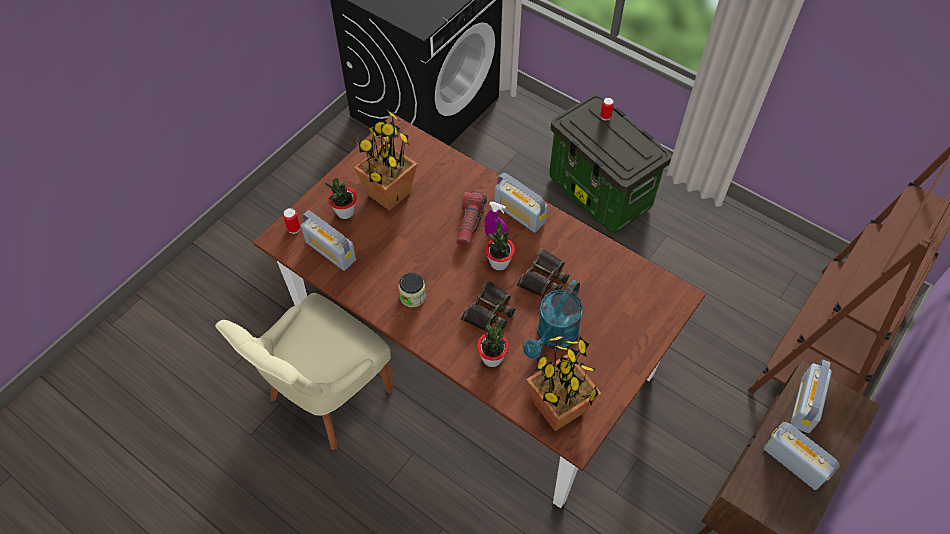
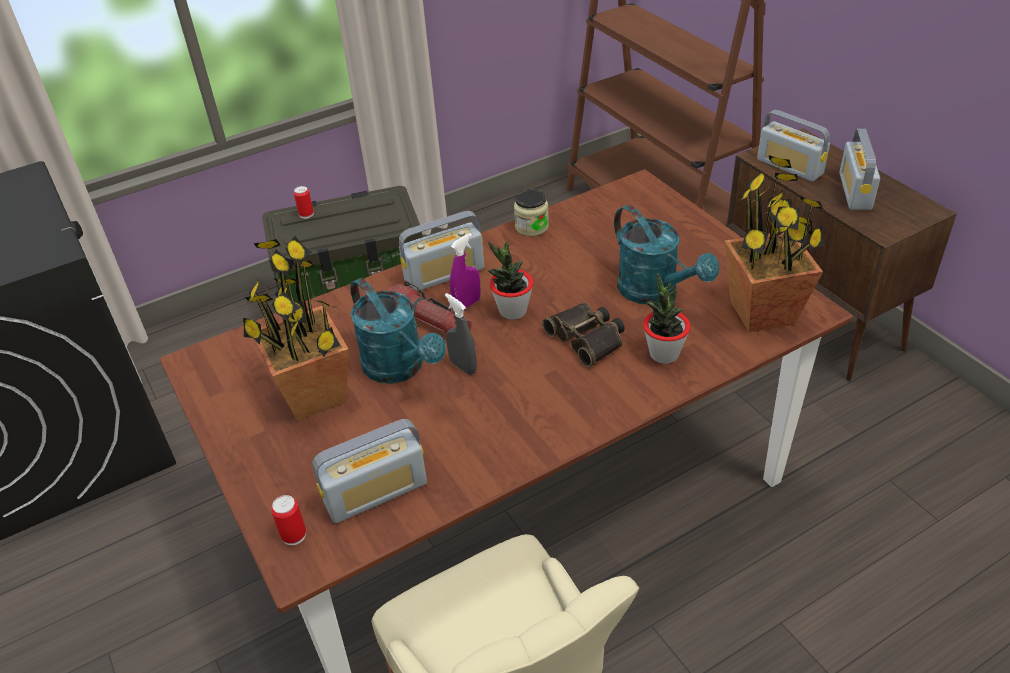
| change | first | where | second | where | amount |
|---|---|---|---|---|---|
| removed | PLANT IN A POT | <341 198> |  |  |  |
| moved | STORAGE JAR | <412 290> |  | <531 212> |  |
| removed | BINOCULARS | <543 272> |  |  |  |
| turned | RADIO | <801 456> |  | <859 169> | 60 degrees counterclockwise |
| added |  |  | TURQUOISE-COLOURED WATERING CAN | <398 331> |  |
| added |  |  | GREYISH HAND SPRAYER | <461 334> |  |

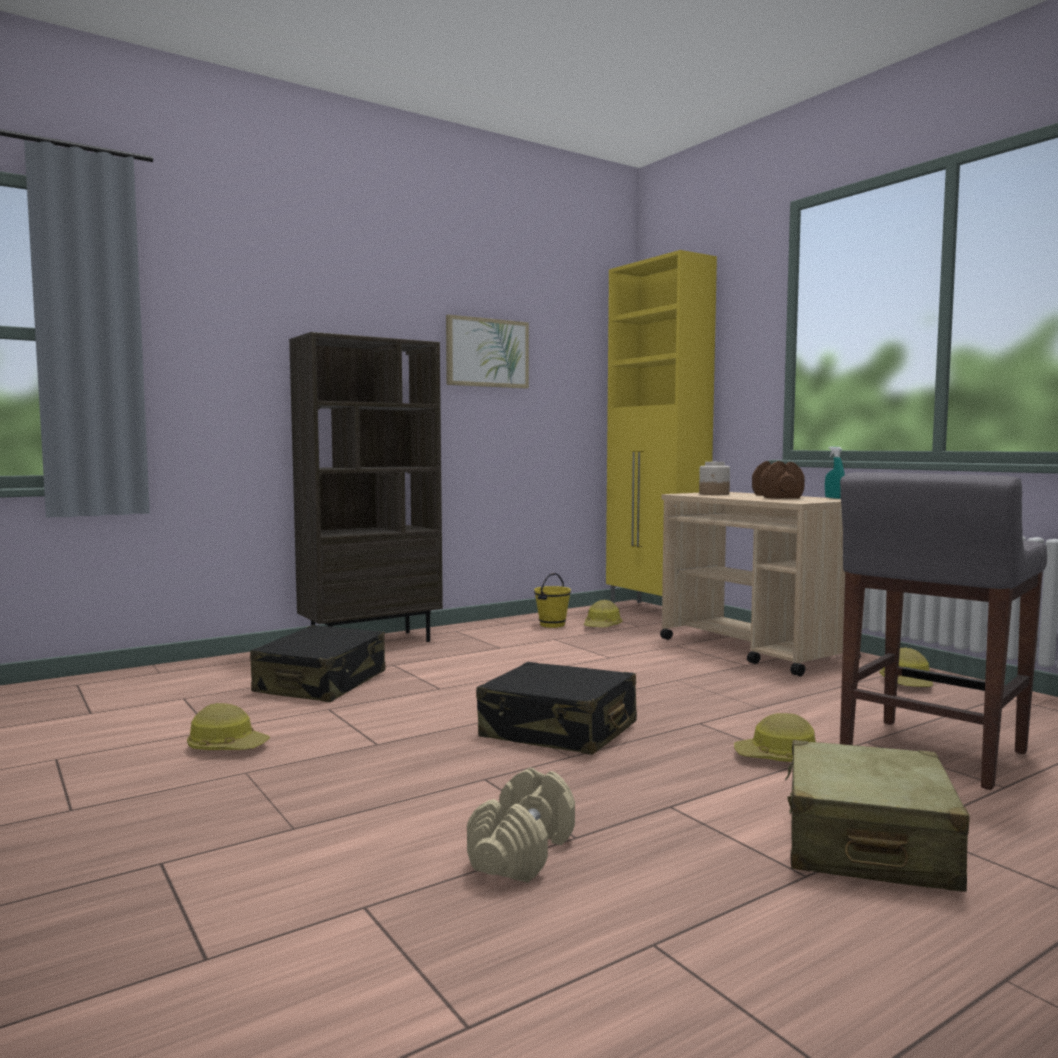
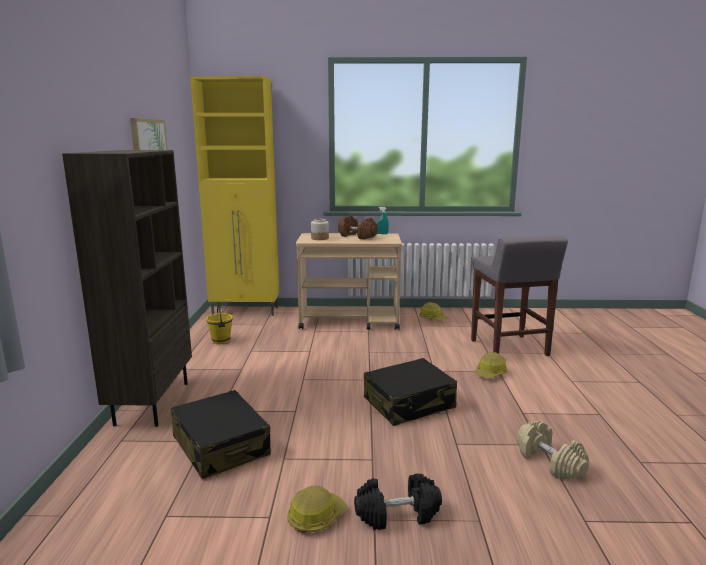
| change | first | where | second | where | amount |
|---|---|---|---|---|---|
| removed | SAFETY HELMET | <603 613> |  |  |  |
| removed | BEIGE SUITCASE | <877 816> |  |  |  |
| added |  |  | BLACK DUMBBELL | <398 502> |  |

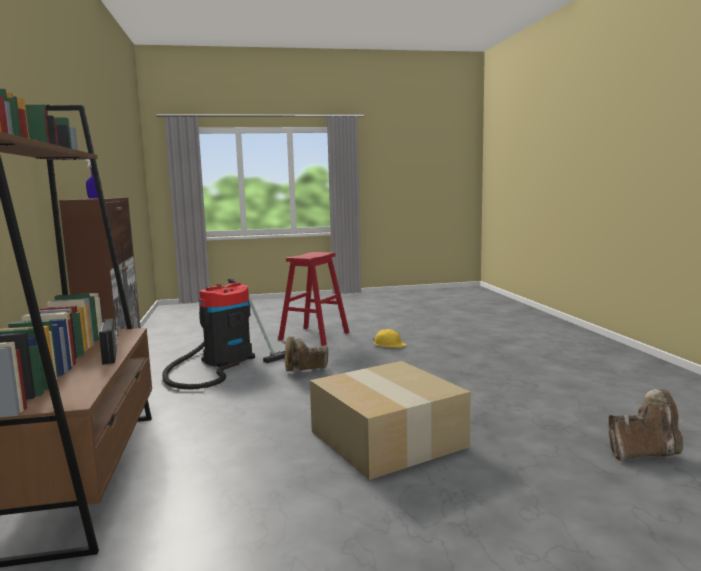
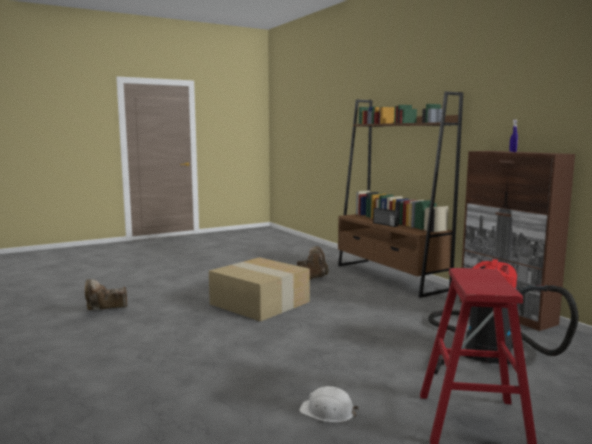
| change | first | where | second | where | amount |
|---|---|---|---|---|---|
| moved | BROWN BOOT | <306 353> |  | <312 263> |  |
| recoloured | YELLOW-COLOURED SAFETY HELMET | <390 338> | WHITE-COLOURED SAFETY HELMET | <329 404> |  |

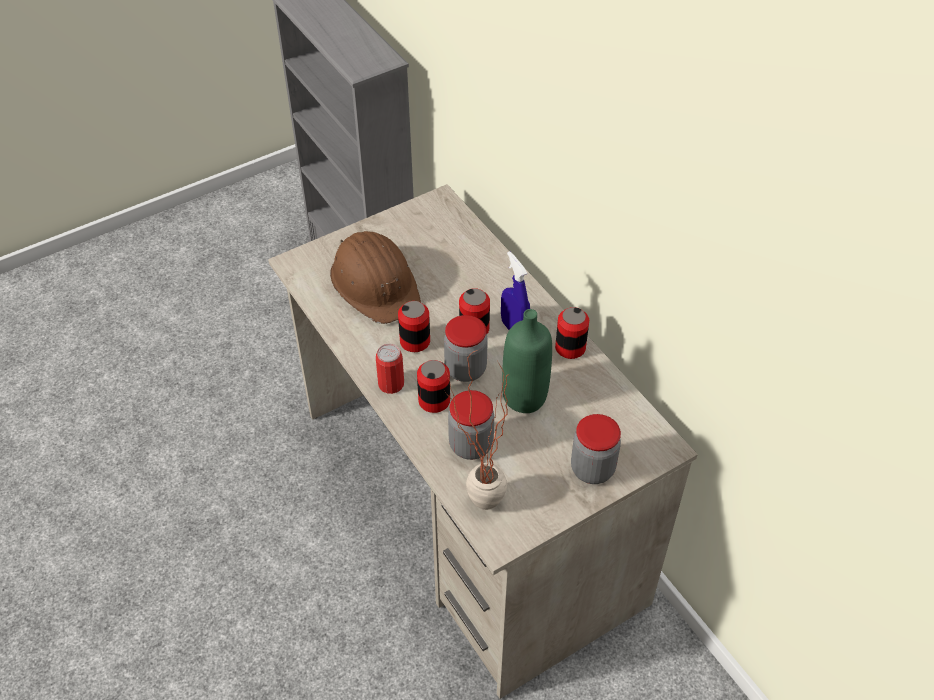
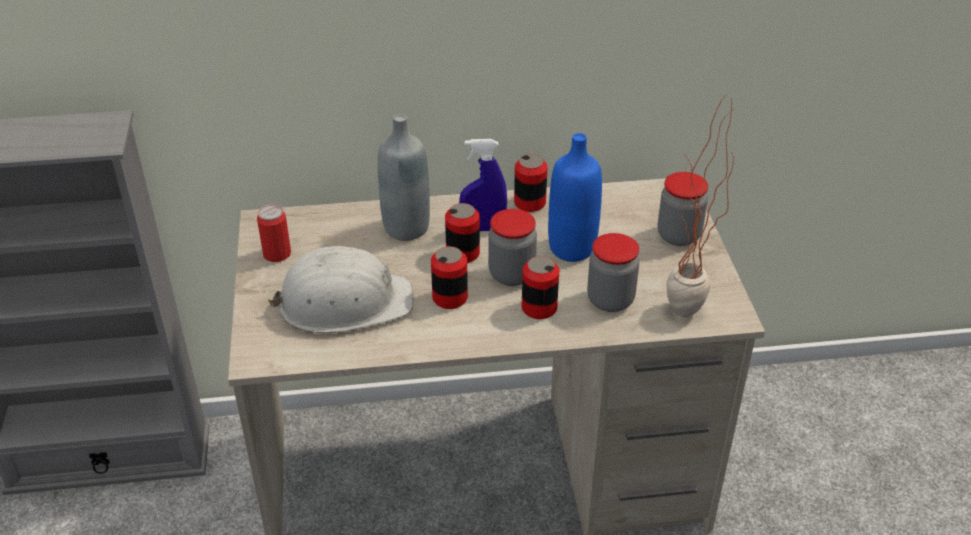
| change | first | where | second | where | amount |
|---|---|---|---|---|---|
| recoloured | BROWN SAFETY HELMET | <375 277> | WHITE-COLOURED SAFETY HELMET | <341 289> |  |
| moved | SEALED CAN | <390 369> |  | <274 233> |  |
| recoloured | GREEN-COLOURED BOTTLE | <527 361> | BLUE-COLOURED BOTTLE | <575 197> |  |
| added |  |  | GREYISH BOTTLE | <404 177> |  |

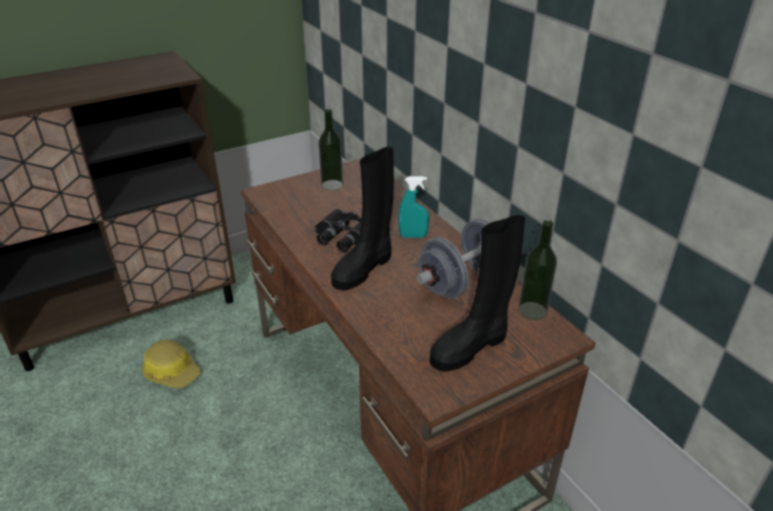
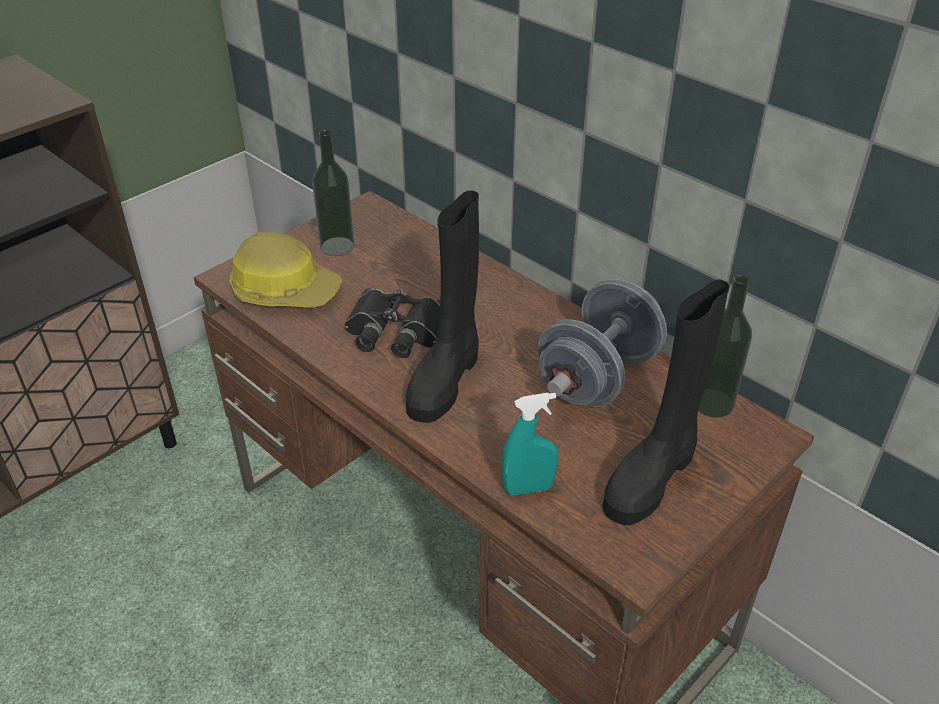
| change | first | where | second | where | amount |
|---|---|---|---|---|---|
| moved | SAFETY HELMET | <171 364> |  | <286 269> |  |
| moved | TURQUOISE-COLOURED HAND SPRAYER | <414 207> |  | <529 444> |  |

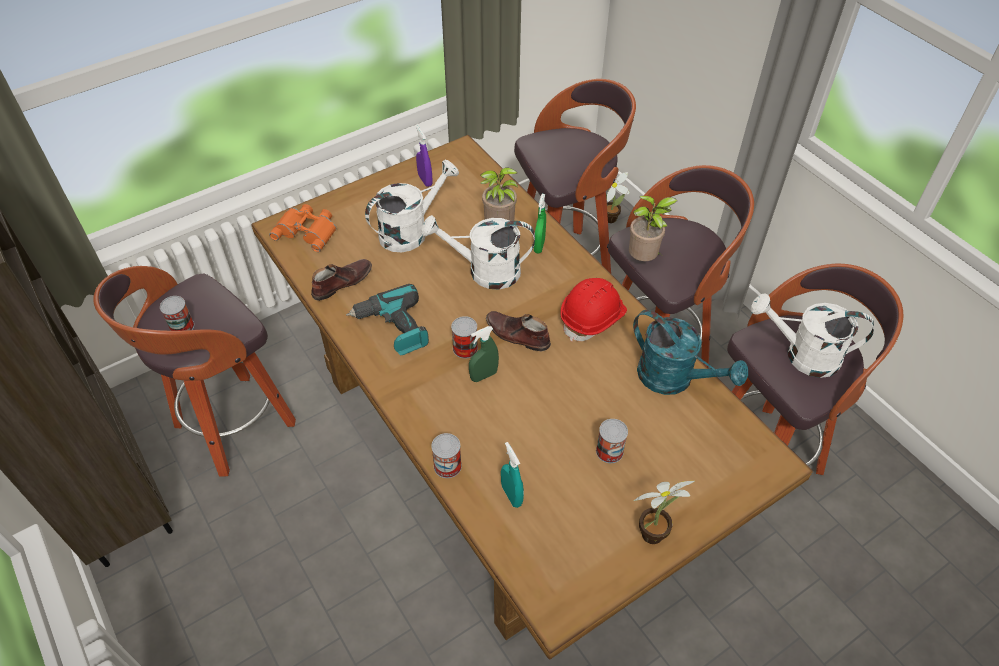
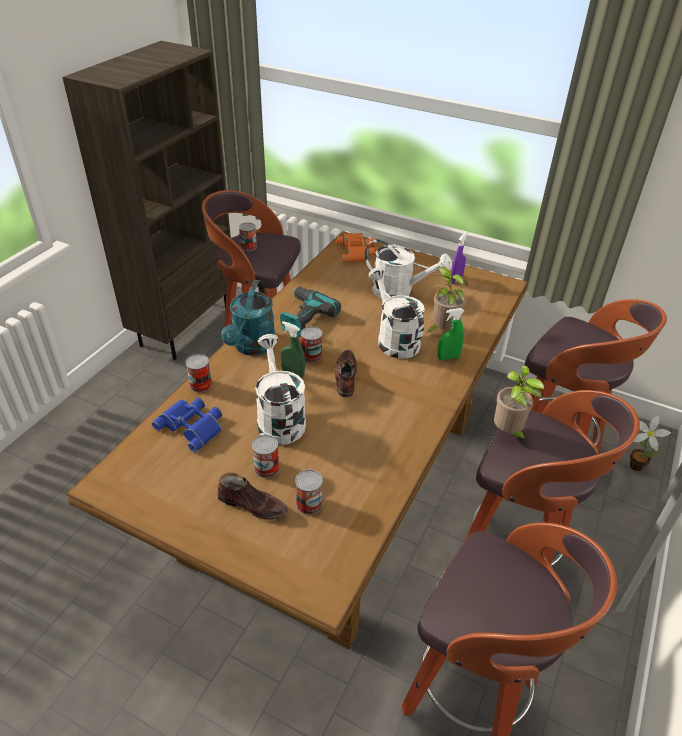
| change | first | where | second | where | amount |
|---|---|---|---|---|---|
| moved | BROWN LOW SHOE | <341 280> |  | <253 496> |  |
| replaced | TURQUOISE-COLOURED HAND SPRAYER | <512 475> | BLUE-COLOURED BINOCULARS | <187 424> |  |
| removed | RED SAFETY HELMET | <593 310> |  |  |  |
| moved | TURQUOISE-COLOURED WATERING CAN | <690 352> |  | <248 318> |  |
| removed | PLANT IN A POT | <664 512> |  |  |  |
| moved | WHITE-COLOURED WATERING CAN | <812 336> |  | <280 389> |  |
| added |  |  | SEALED CAN | <309 492> |  |

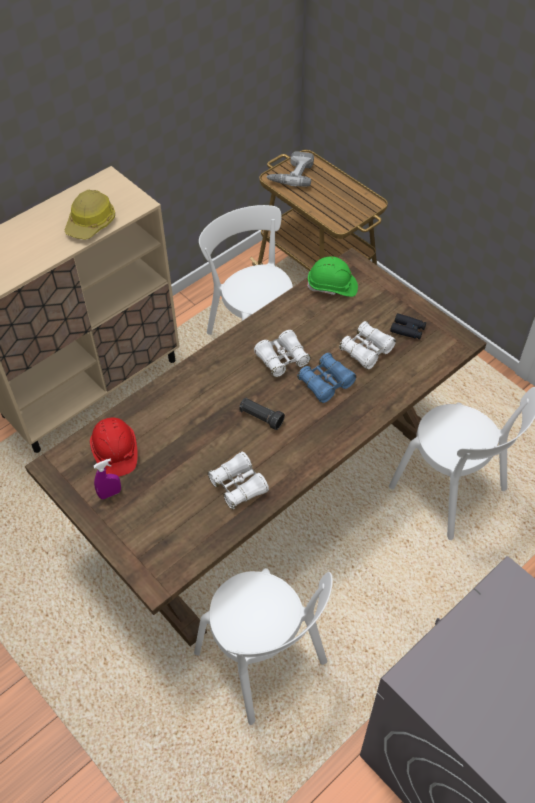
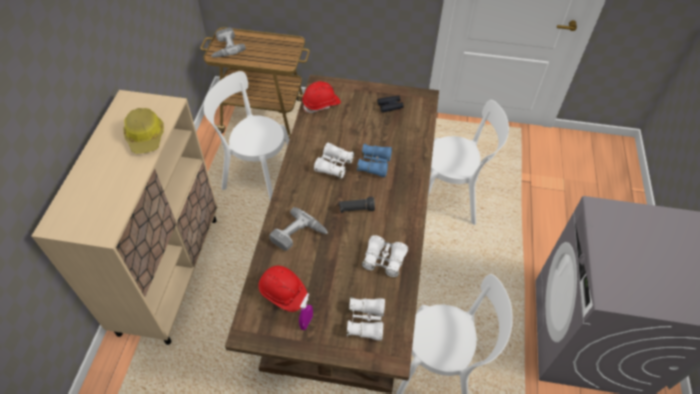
| change | first | where | second | where | amount |
|---|---|---|---|---|---|
| recoloured | GREEN-COLOURED SAFETY HELMET | <332 276> | RED SAFETY HELMET | <321 97> |  |
| moved | WHITE-COLOURED BINOCULARS | <367 345> |  | <366 319> |  |
| added |  |  | ELECTRIC DRILL | <298 229> |  |

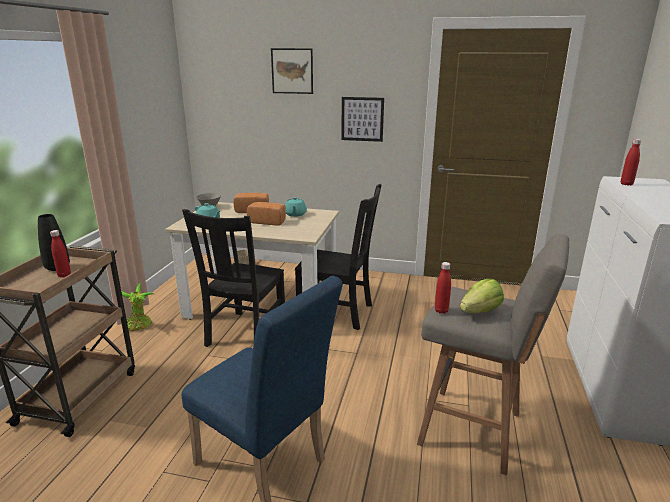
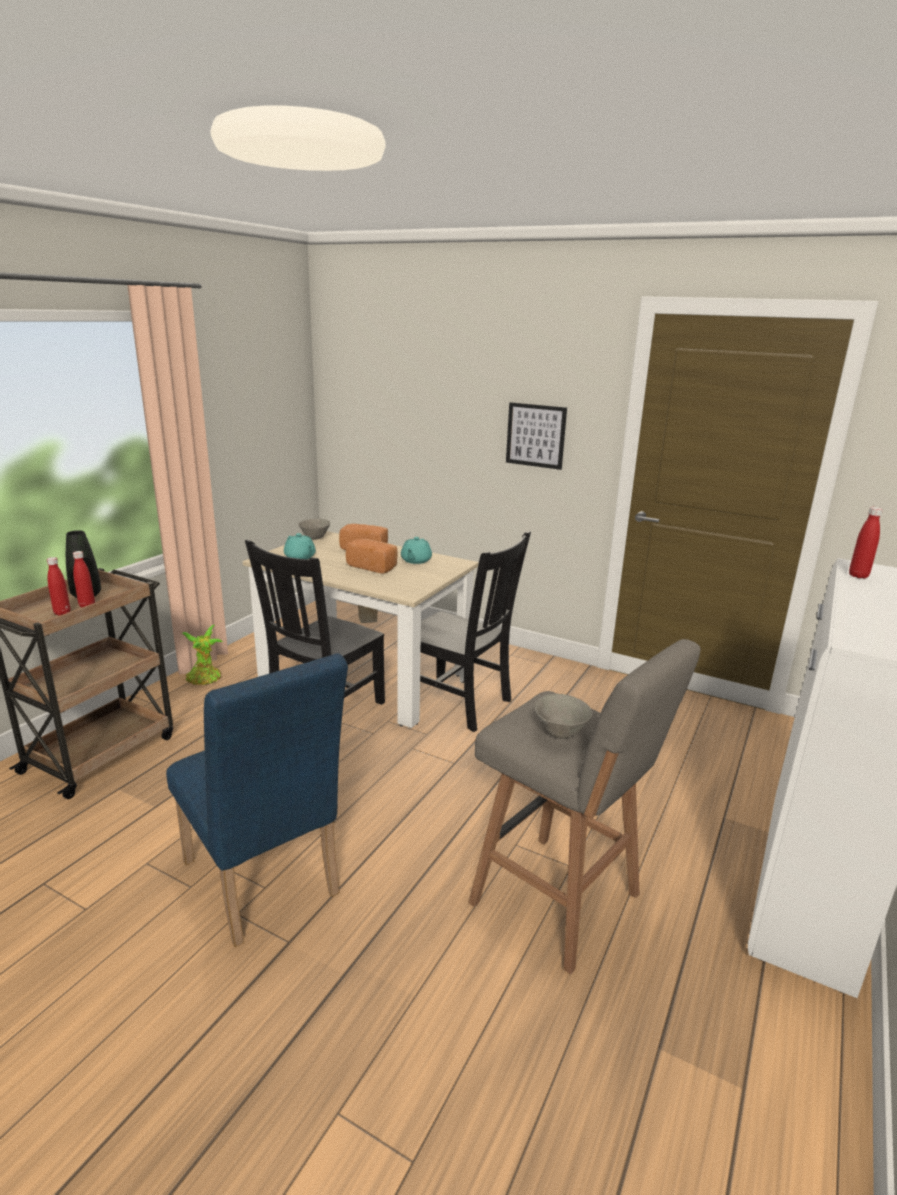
| change | first | where | second | where | amount |
|---|---|---|---|---|---|
| removed | WALL PICTURE | <292 71> |  |  |  |
| moved | RED BOTTLE | <443 288> |  | <58 586> |  |
| replaced | HEAD OF LETTUCE | <482 296> | GREYISH BOWL | <563 716> |  |

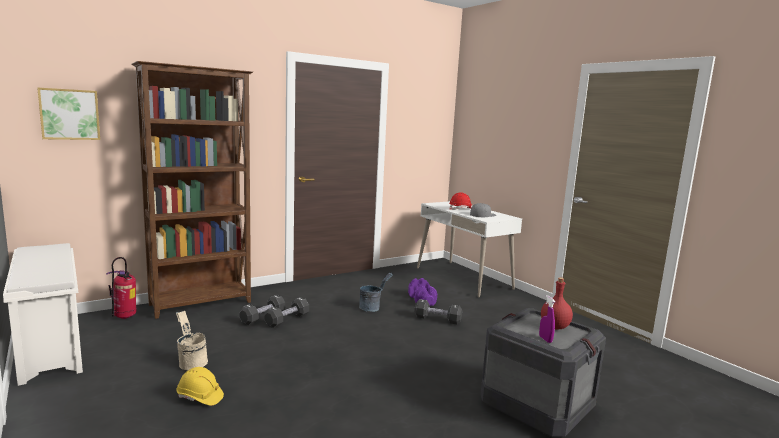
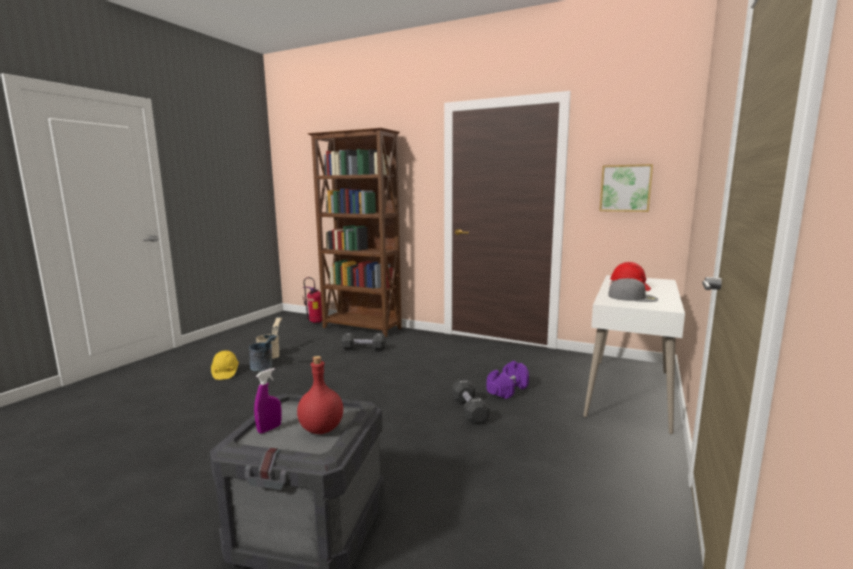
| change | first | where | second | where | amount |
|---|---|---|---|---|---|
| removed | WHITE-COLOURED SHOE SHELF | <43 314> |  |  |  |
| moved | WALL PICTURE | <68 113> |  | <626 188> |  |
| removed | BLACK DUMBBELL | <287 312> |  |  |  |
| moved | GREYISH WATER BUCKET | <376 292> |  | <263 353> |  |

